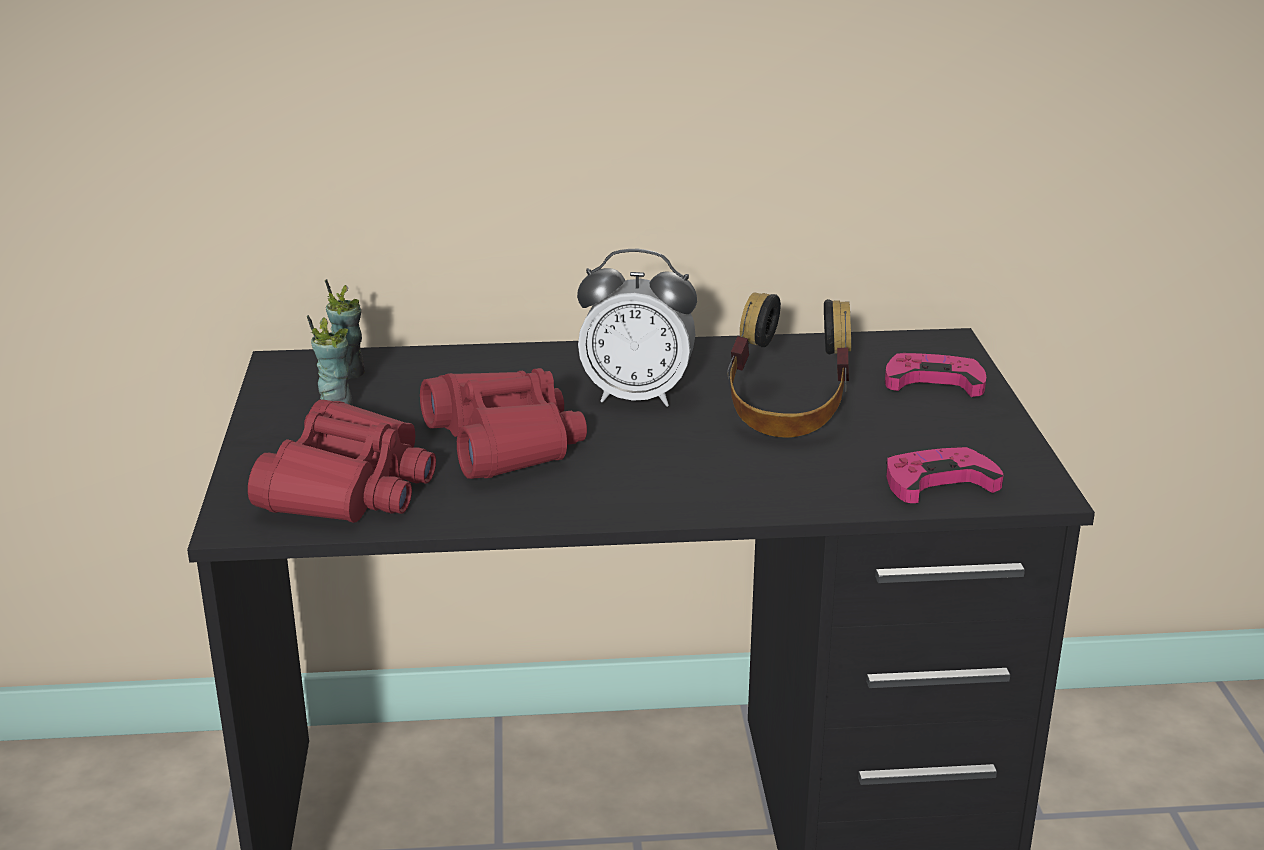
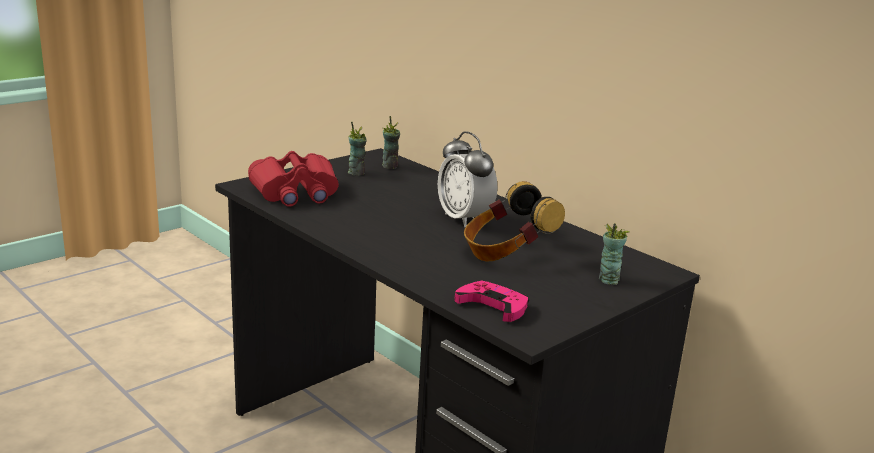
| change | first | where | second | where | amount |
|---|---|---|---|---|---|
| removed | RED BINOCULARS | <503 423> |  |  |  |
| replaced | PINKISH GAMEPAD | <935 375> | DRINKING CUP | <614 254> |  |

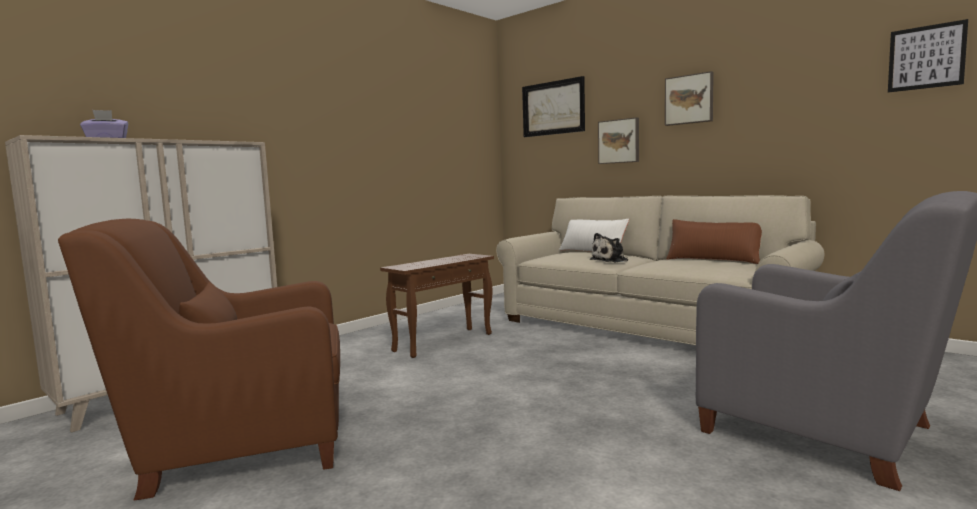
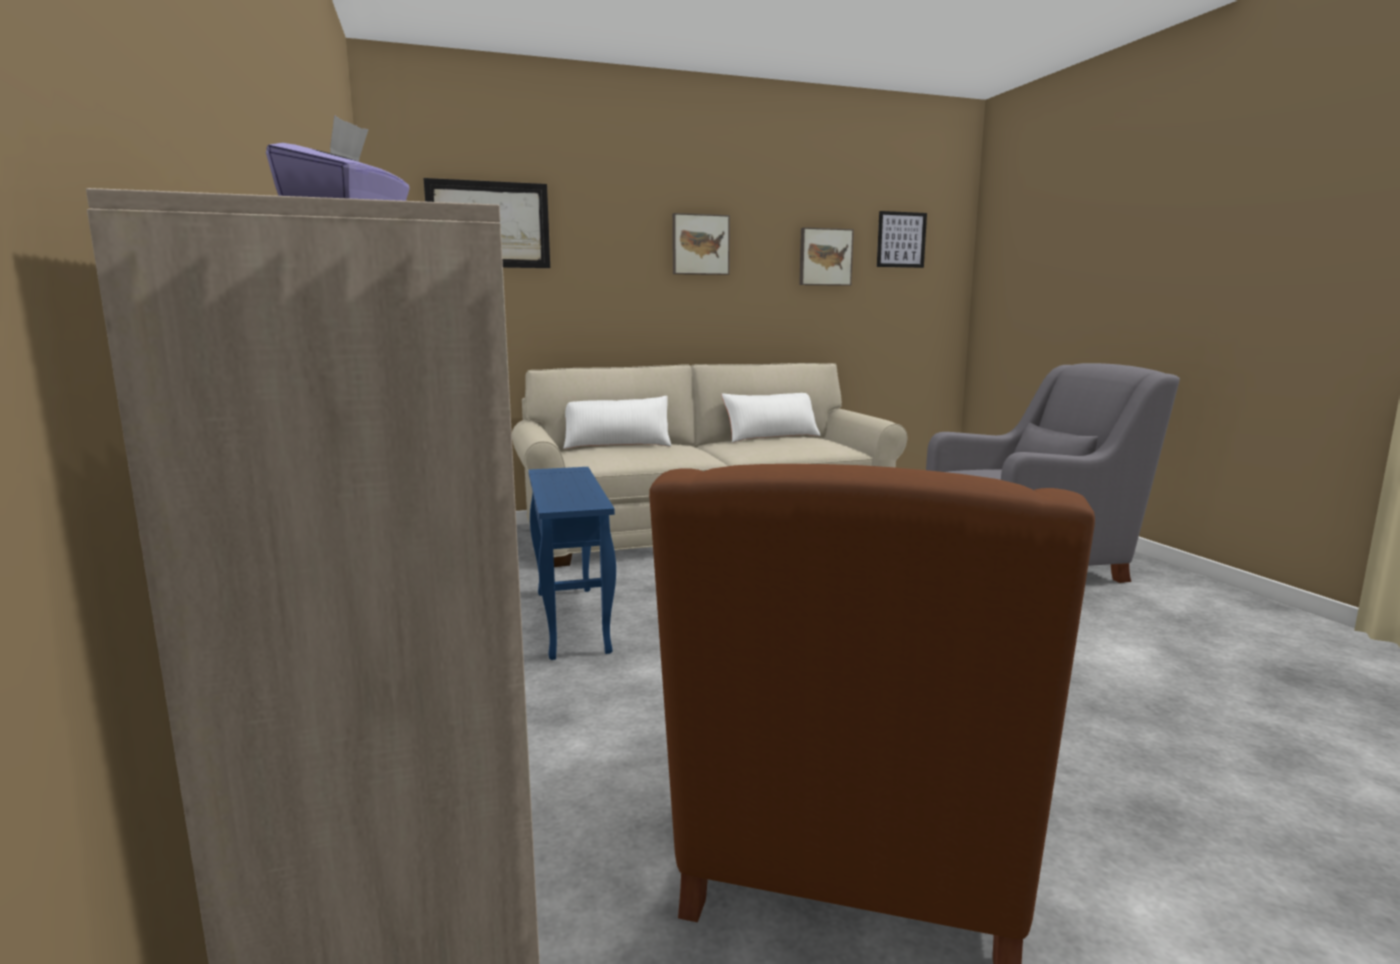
| change | first | where | second | where | amount |
|---|---|---|---|---|---|
| recoloured | BROWN ACCENT TABLE | <437 306> | BLUE-COLOURED ACCENT TABLE | <572 563> |  |
| removed | CUDDLY TOY | <609 248> |  |  |  |
| moved | WALL PICTURE | <618 140> |  | <826 256> |  |
| recoloured | BROWN PILLOW | <714 241> | WHITE-COLOURED PILLOW | <771 418> |  |

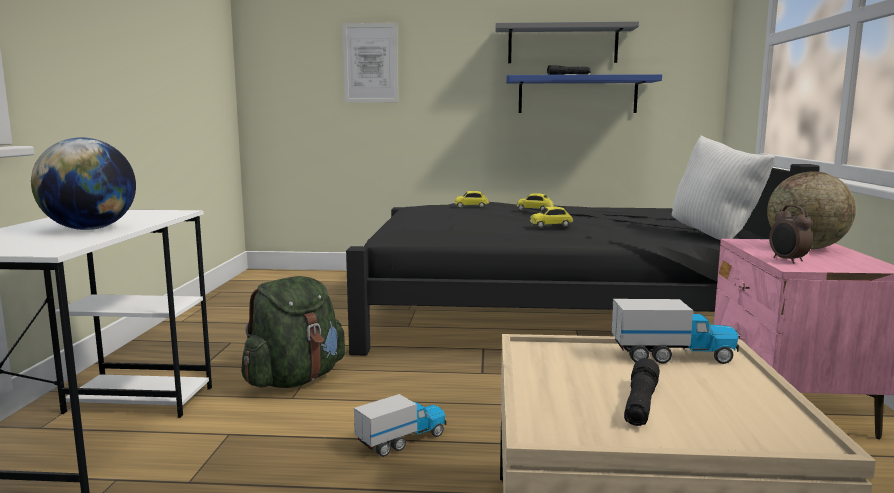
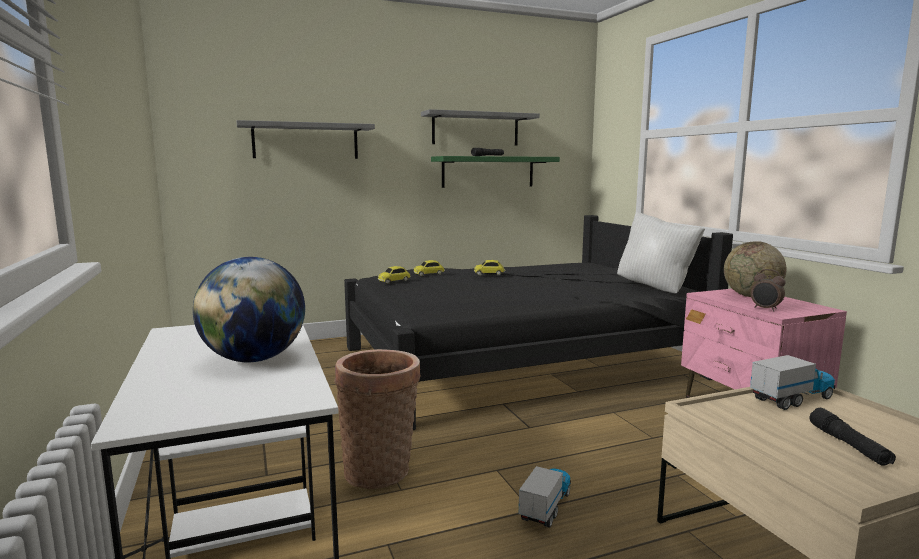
| change | first | where | second | where | amount |
|---|---|---|---|---|---|
| replaced | GREEN-COLOURED KNAPSACK | <293 332> | HOUSEHOLD BASKET | <377 419> |  |
| replaced | WALL PICTURE | <370 62> | GREYISH BRACKET SHELF | <306 139> |  |
| recoloured | BLUE-COLOURED BRACKET SHELF | <584 93> | GREEN-COLOURED BRACKET SHELF | <495 172> |  |
| moved | TOY CAR | <551 217> |  | <394 275> |  |

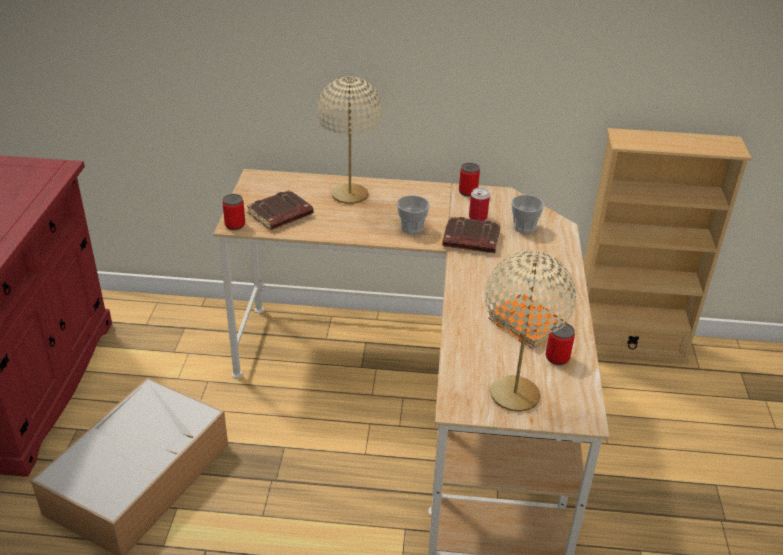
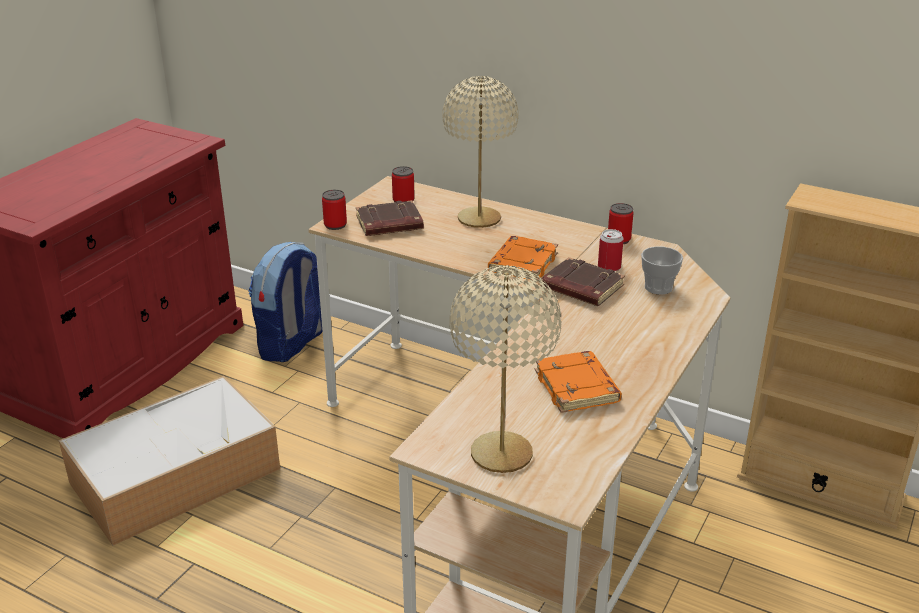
| change | first | where | second | where | amount |
|---|---|---|---|---|---|
| replaced | DRINKING CUP | <413 214> | ORANGEY VOLUME | <523 258> |  |
| moved | SEALED CAN | <560 344> |  | <403 184> |  |
| added |  |  | KNAPSACK | <285 302> |  |

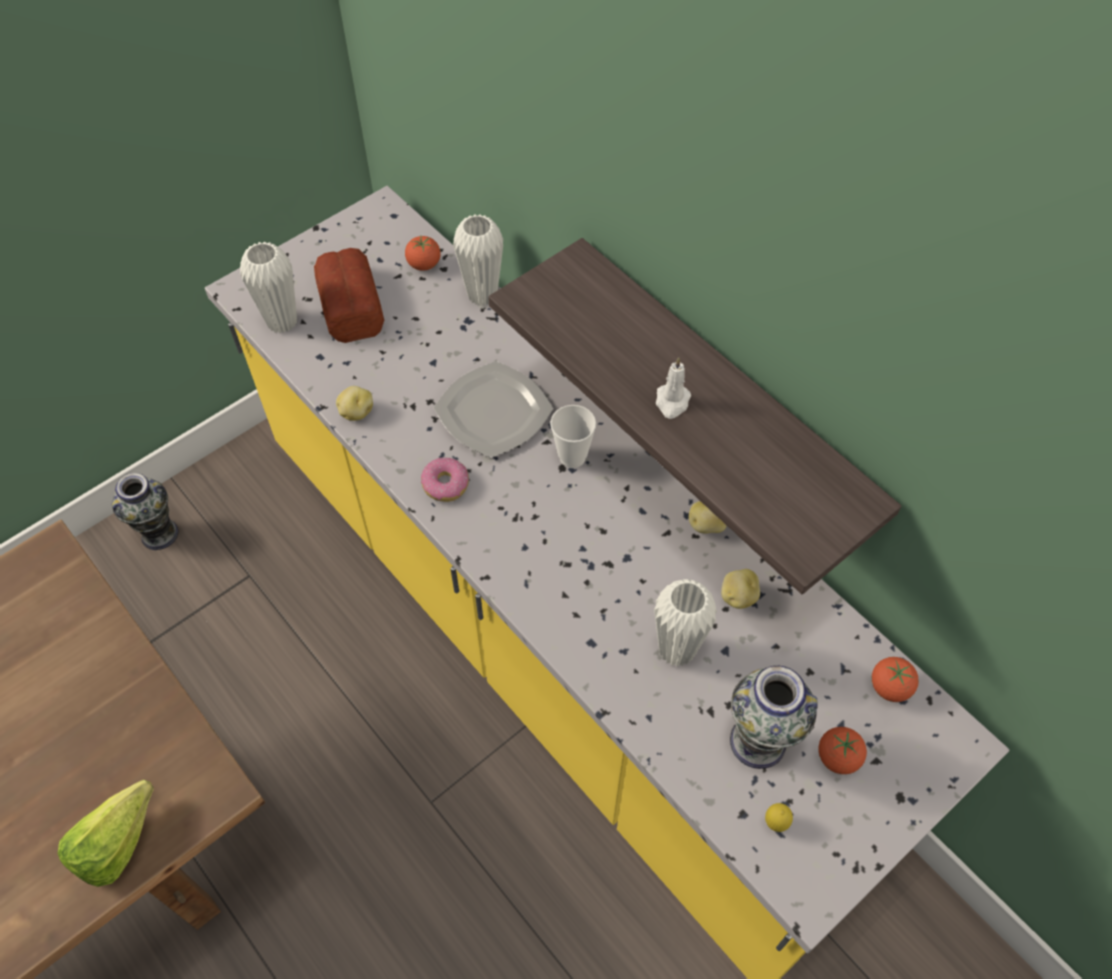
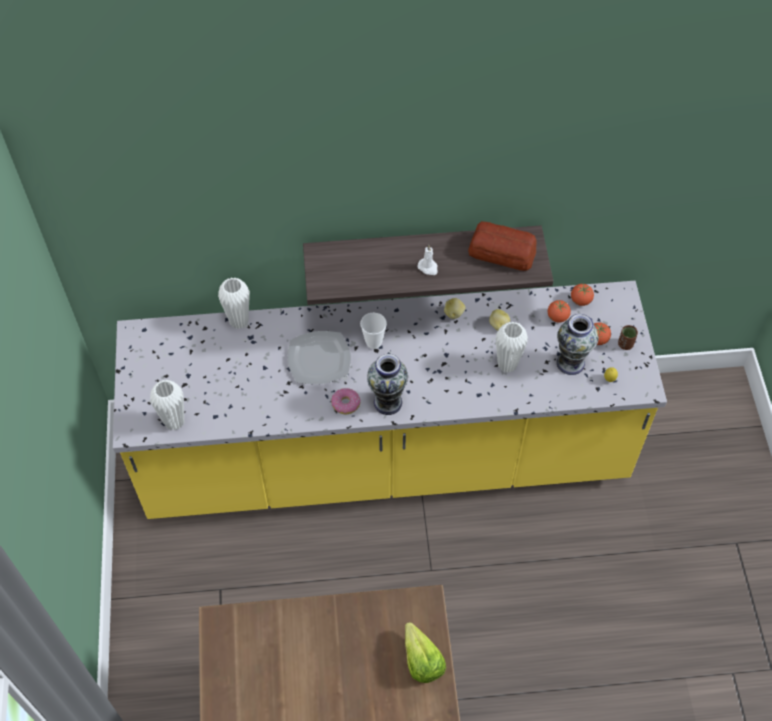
| change | first | where | second | where | amount |
|---|---|---|---|---|---|
| moved | FLOWER VASE | <145 511> |  | <387 384> |  |
| moved | BREAD | <349 295> |  | <502 246> |  |
| removed | POTATO | <354 403> |  |  |  |
| moved | FRESH TOMATO | <423 253> |  | <559 311> |  |
| added |  |  | BROWN DRINKING CUP | <628 337> |  |

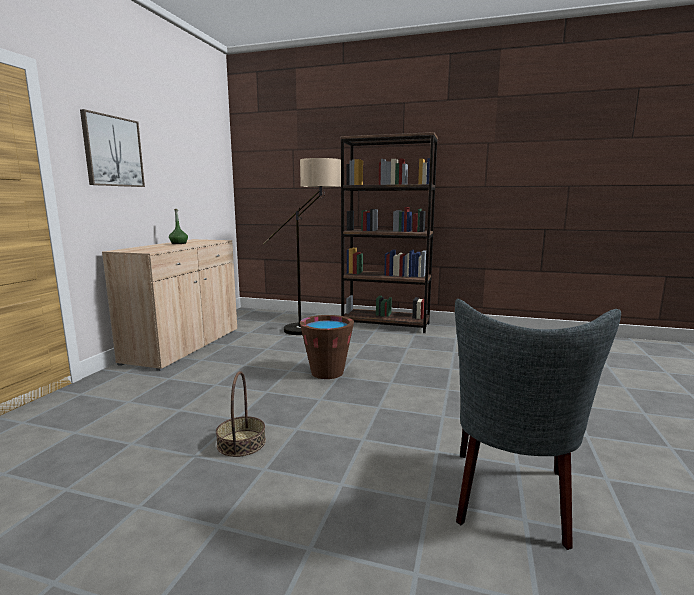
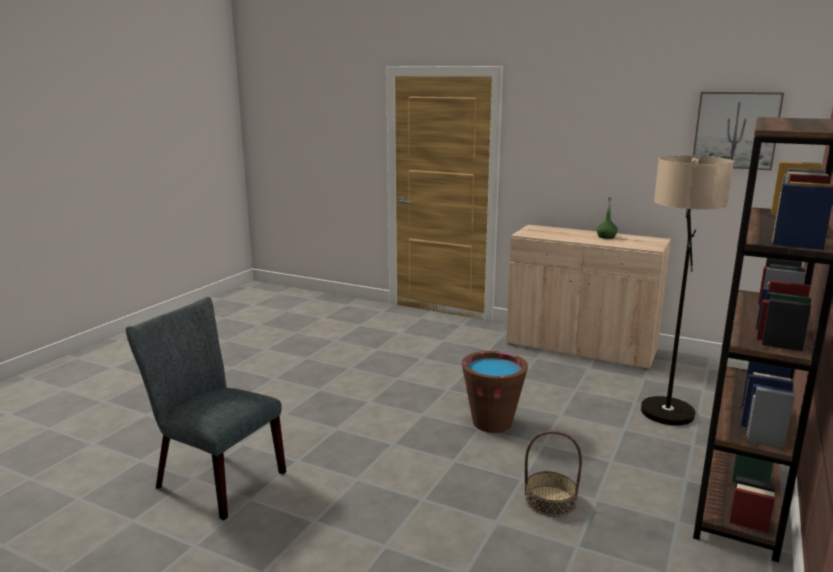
| change | first | where | second | where | amount |
|---|---|---|---|---|---|
| moved | WALL PICTURE | <112 148> |  | <738 131> |  |
| moved | HOUSEHOLD BASKET | <241 414> |  | <553 474> |  |

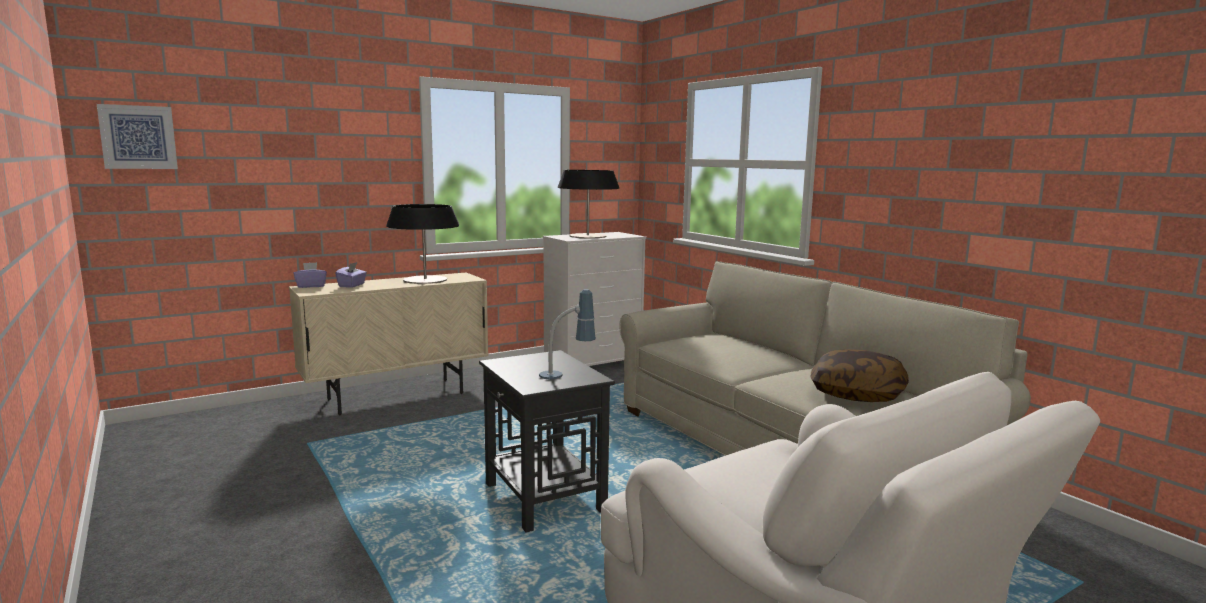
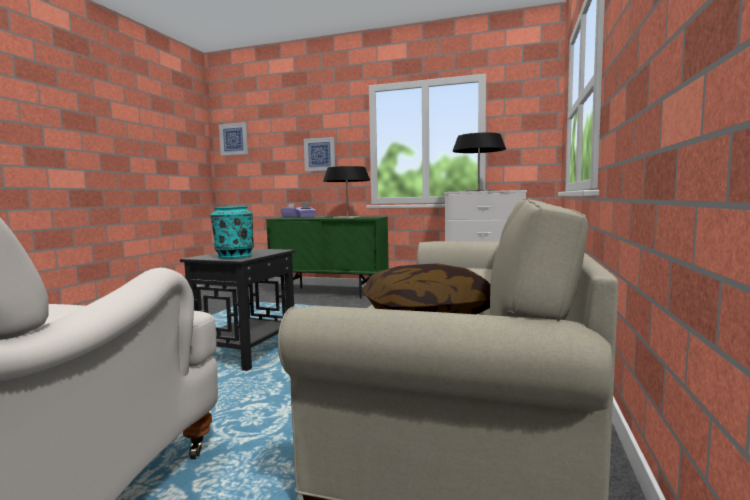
| change | first | where | second | where | amount |
|---|---|---|---|---|---|
| recoloured | BEIGE STORAGE CABINET | <388 344> | GREEN-COLOURED STORAGE CABINET | <327 258> |  |
| replaced | TABLE LAMP | <567 334> | TURQUOISE-COLOURED FLOWER VASE | <232 232> |  |
| added |  |  | WALL PICTURE | <319 154> |  |

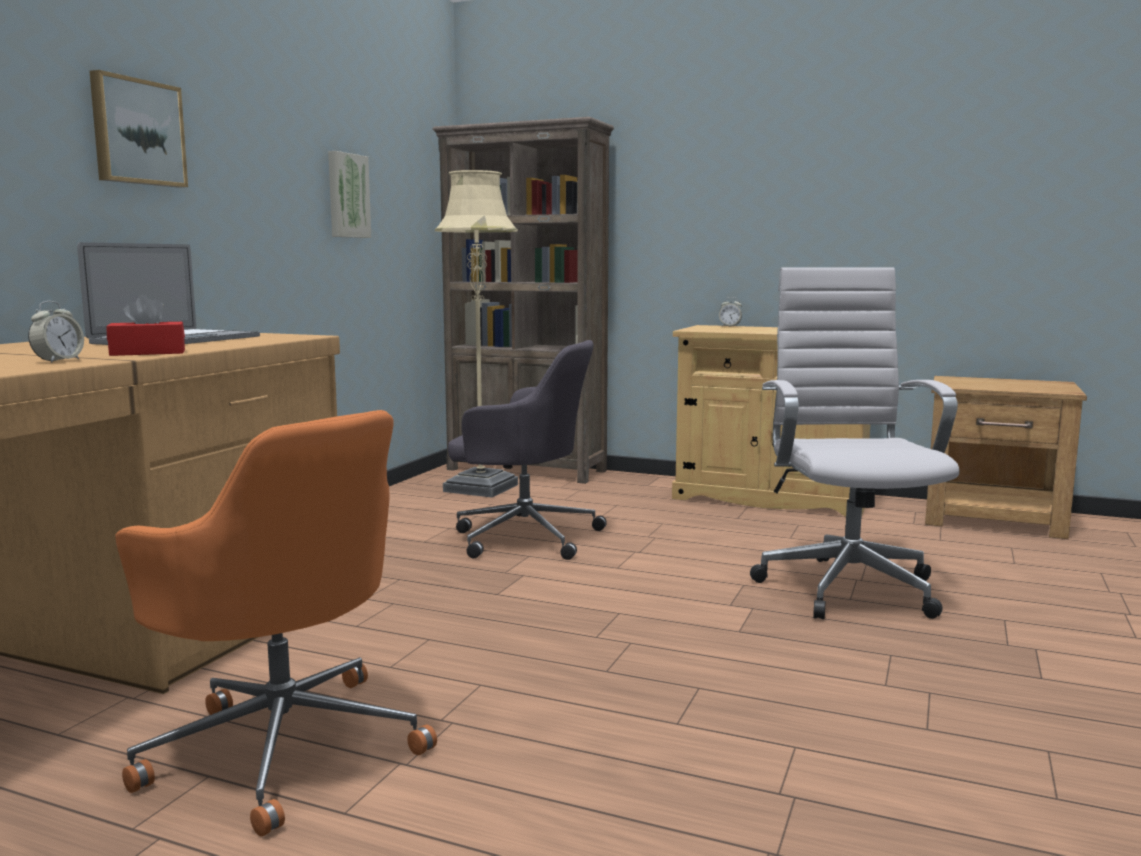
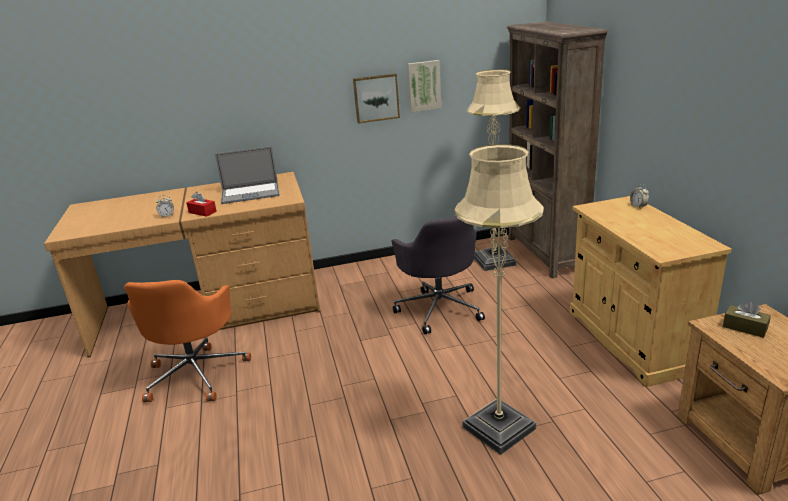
| change | first | where | second | where | amount |
|---|---|---|---|---|---|
| moved | WALL PICTURE | <138 129> |  | <376 99> |  |
| replaced | WHITE-COLOURED DESK CHAIR | <855 443> | BEIGE STANDING LAMP | <499 299> |  |
| added |  |  | BROWN TISSUE BOX | <747 319> |  |

